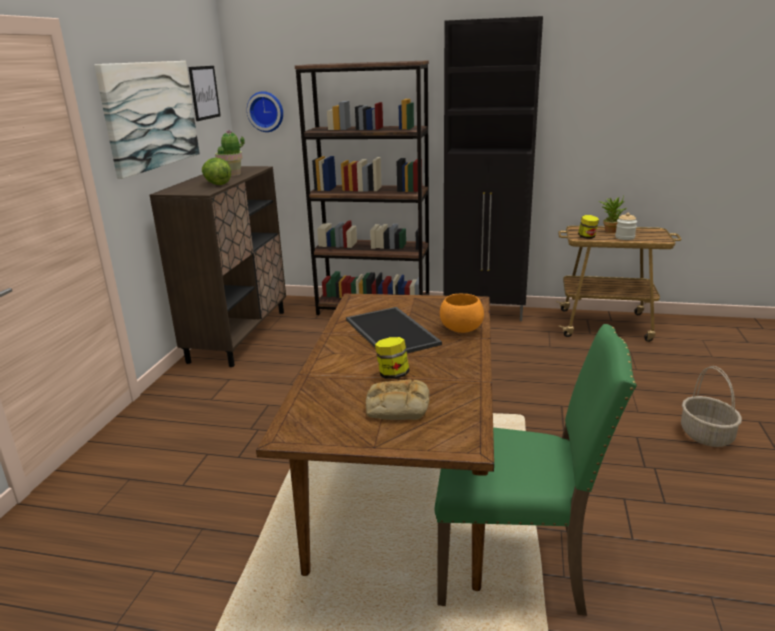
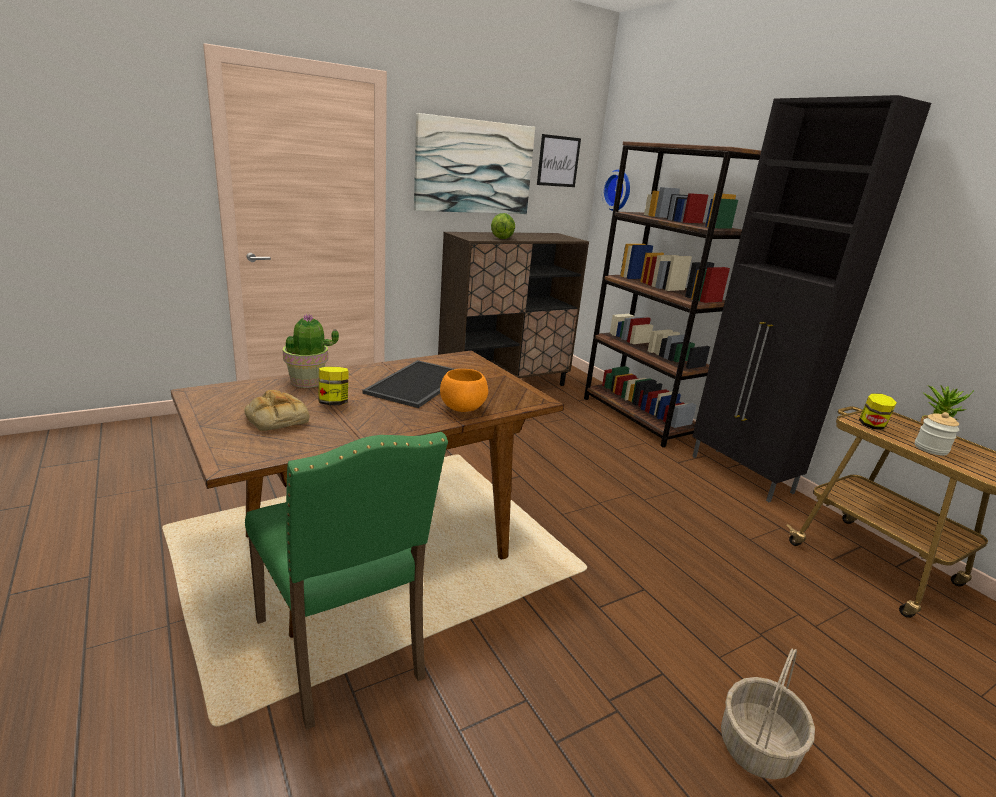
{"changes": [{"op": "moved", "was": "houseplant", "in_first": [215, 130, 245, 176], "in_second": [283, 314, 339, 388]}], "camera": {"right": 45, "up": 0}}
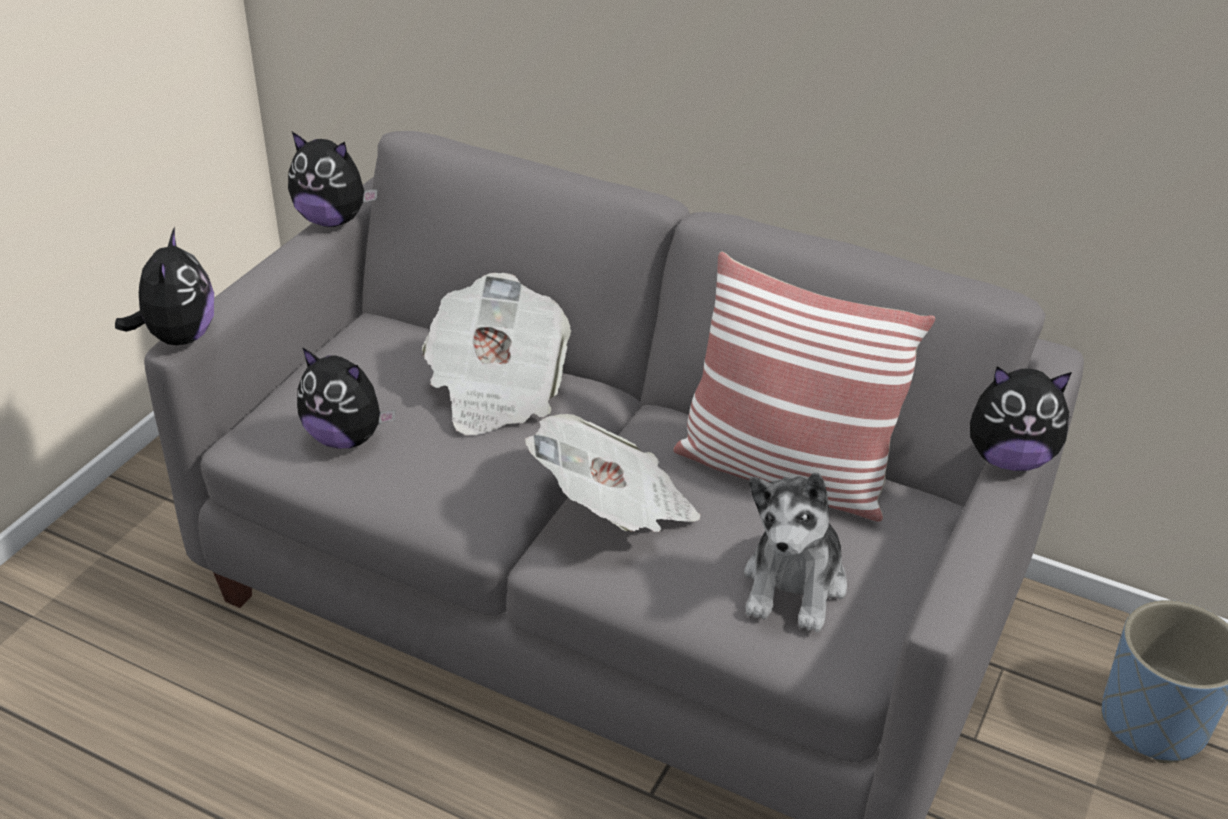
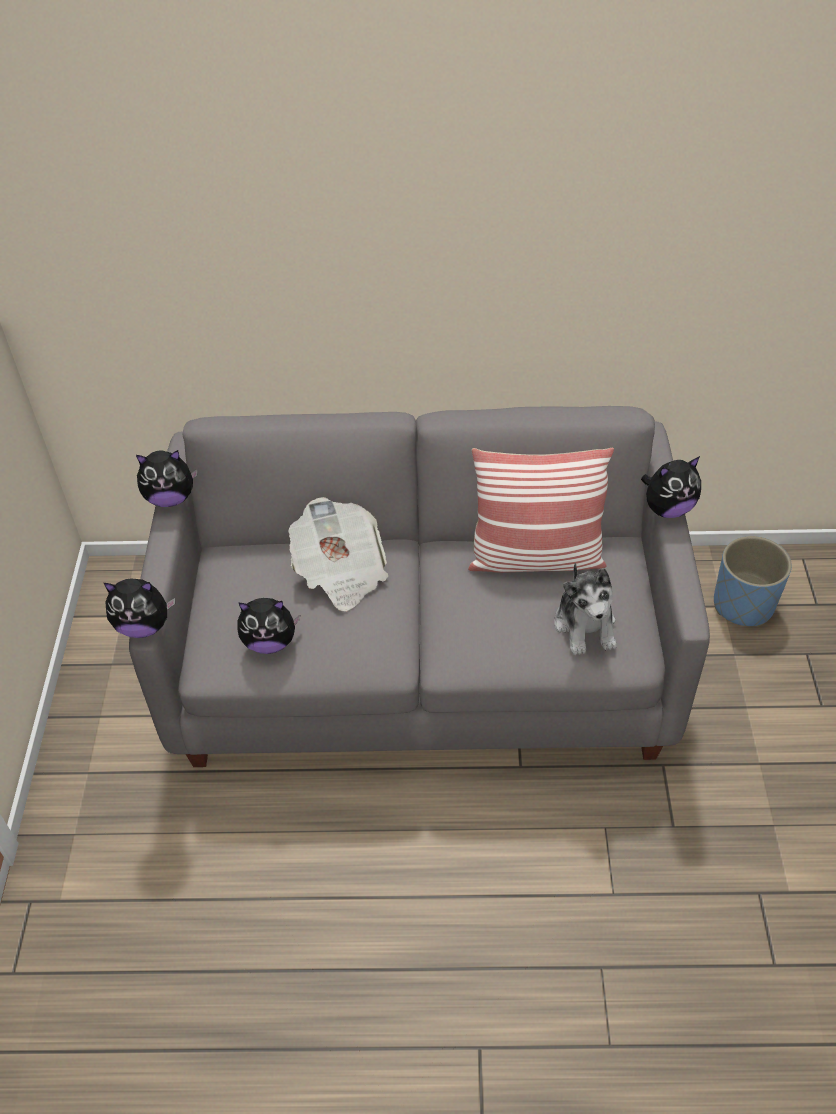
{"changes": [{"op": "turned", "was": "cuddly toy", "in_first": [115, 227, 214, 345], "in_second": [104, 579, 175, 638], "clockwise": 120}, {"op": "removed", "was": "newspaper", "in_first": [525, 414, 700, 532]}], "camera": {"right": -25, "up": 10}}
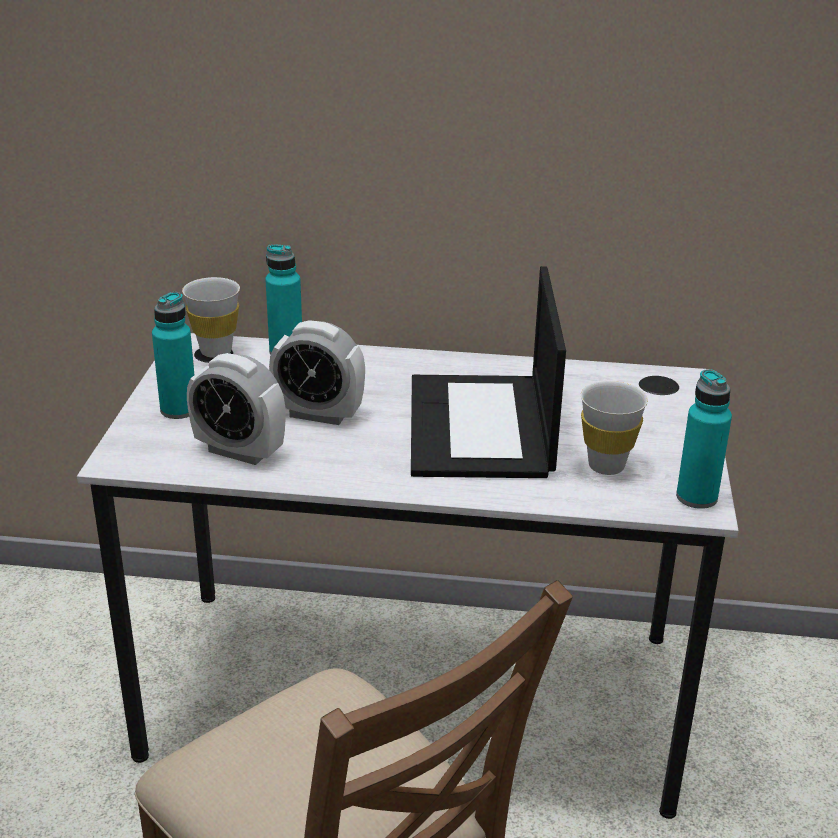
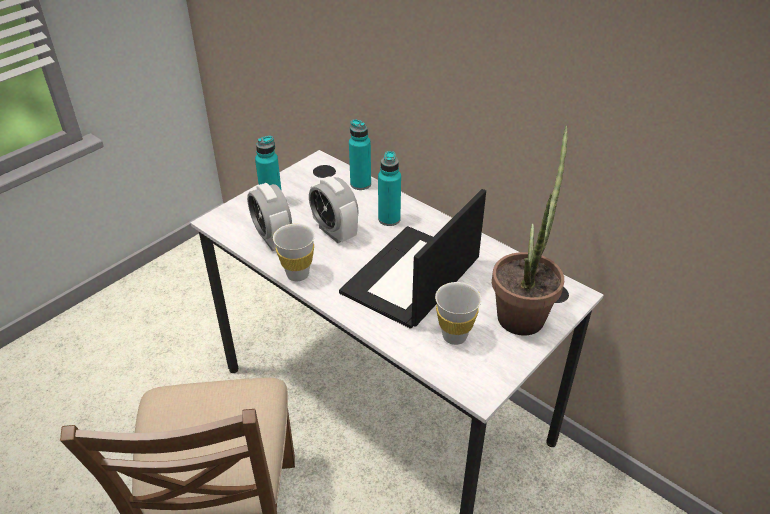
{"changes": [{"op": "moved", "was": "cup (white-coloured)", "in_first": [182, 277, 240, 358], "in_second": [273, 224, 315, 281]}, {"op": "moved", "was": "bottle (turquoise-coloured)", "in_first": [676, 369, 732, 509], "in_second": [378, 151, 401, 226]}, {"op": "added", "now": "houseplant", "in_second": [492, 126, 568, 335]}], "camera": {"right": 35, "up": 10}}
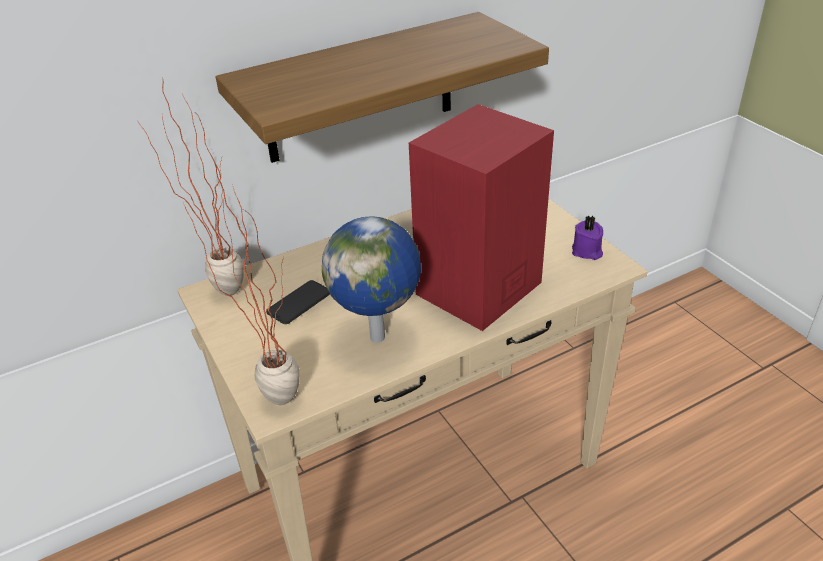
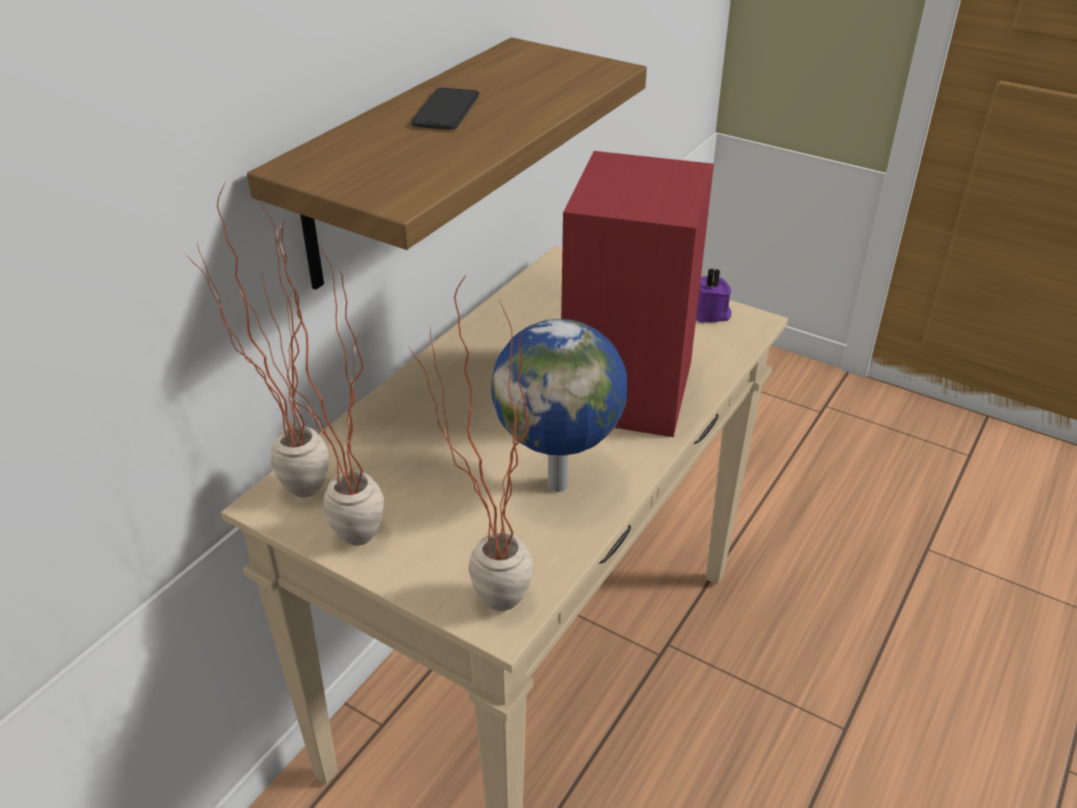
{"changes": [{"op": "moved", "was": "handset", "in_first": [266, 280, 330, 324], "in_second": [411, 88, 479, 130]}, {"op": "added", "now": "houseplant", "in_second": [237, 220, 384, 546]}], "camera": {"right": -30, "up": 0}}
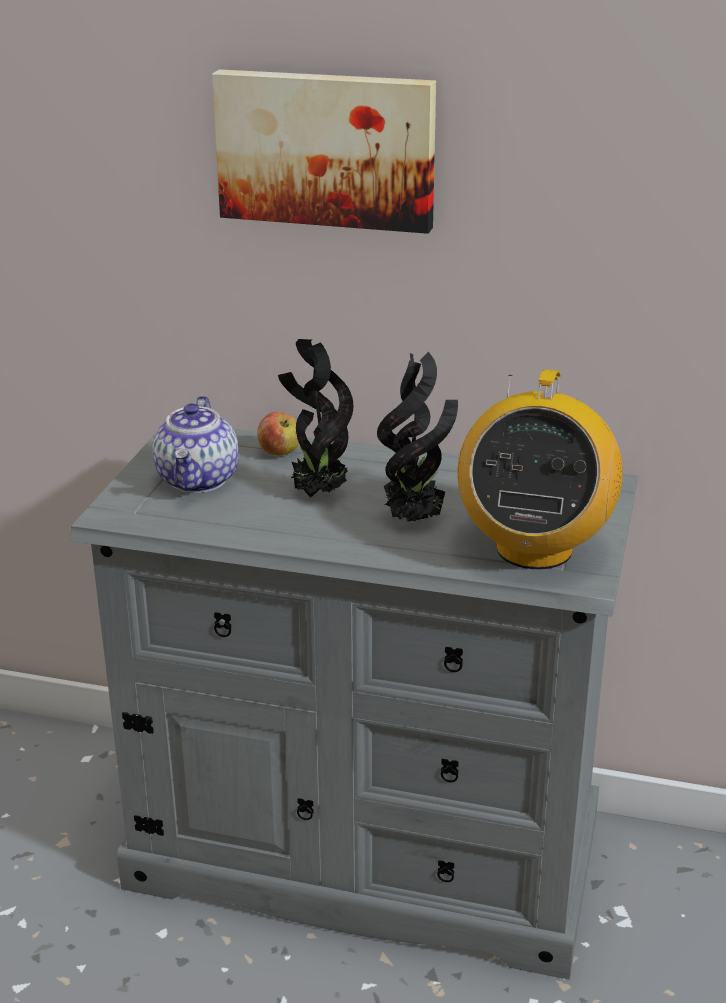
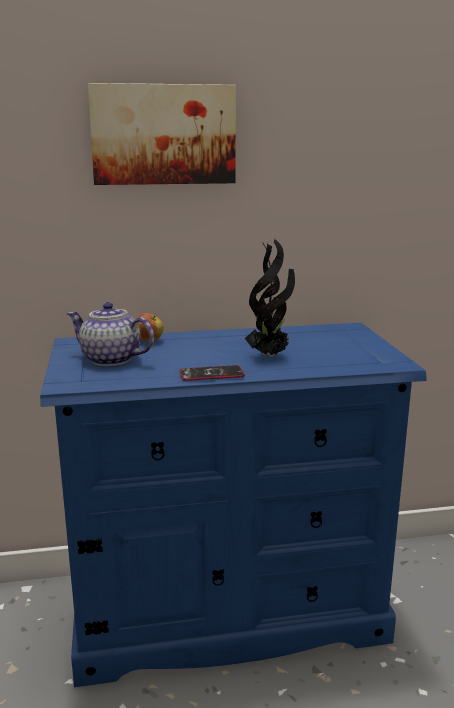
{"changes": [{"op": "removed", "was": "houseplant", "in_first": [278, 339, 353, 498]}, {"op": "removed", "was": "radio receiver", "in_first": [457, 369, 623, 569]}, {"op": "turned", "was": "pot for tea", "in_first": [152, 396, 239, 493], "in_second": [67, 302, 154, 366], "clockwise": 135}, {"op": "recoloured", "was": "dresser (greyish)", "now": "dresser (blue)", "in_first": [70, 429, 638, 980], "in_second": [40, 323, 426, 687]}, {"op": "added", "now": "handset", "in_second": [179, 365, 245, 381]}], "camera": {"right": -25, "up": -10}}
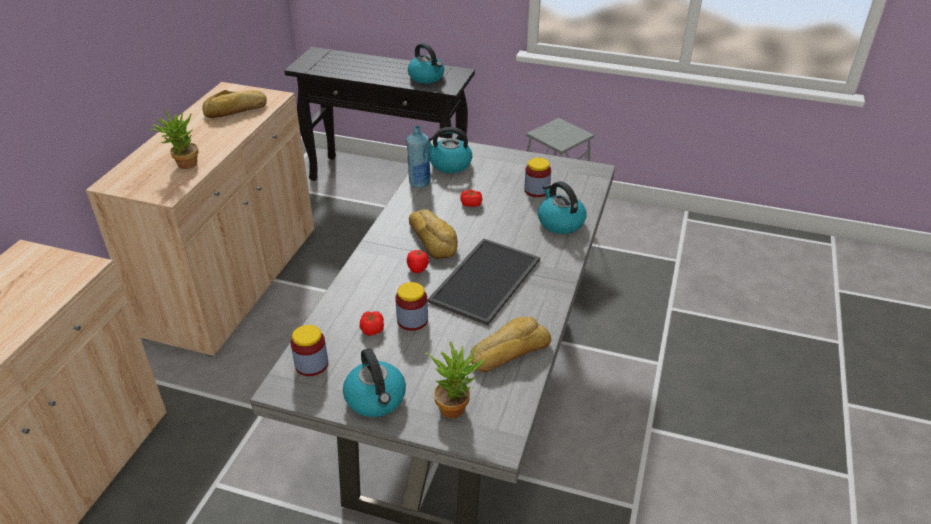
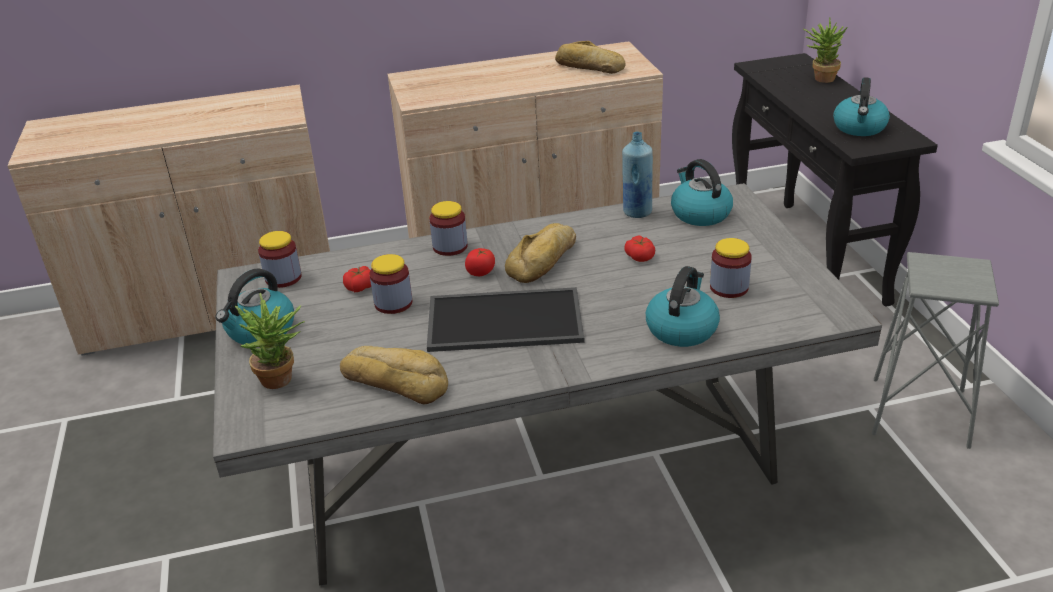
{"changes": [{"op": "moved", "was": "houseplant", "in_first": [149, 109, 198, 169], "in_second": [803, 17, 848, 83]}, {"op": "added", "now": "storage jar", "in_second": [429, 201, 468, 256]}], "camera": {"right": 60, "up": -5}}
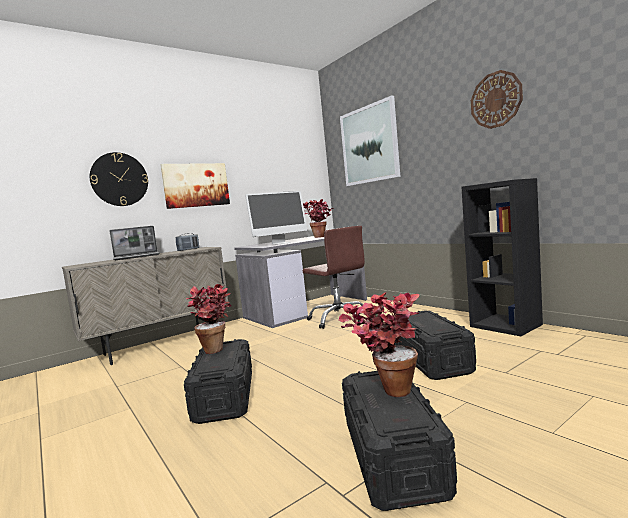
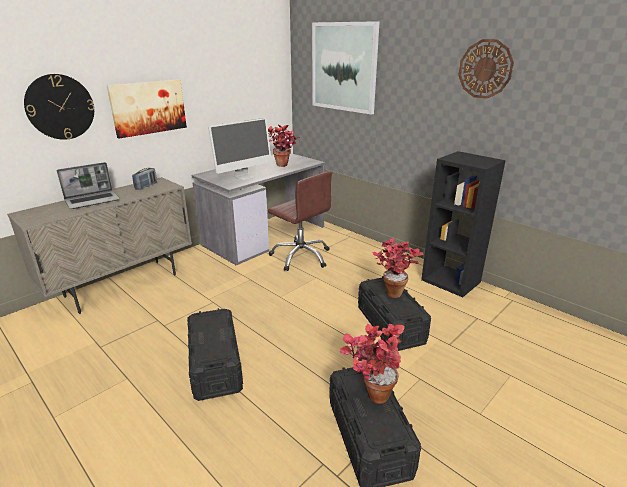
{"changes": [{"op": "moved", "was": "houseplant", "in_first": [186, 284, 231, 354], "in_second": [373, 238, 423, 298]}], "camera": {"right": -10, "up": 20}}
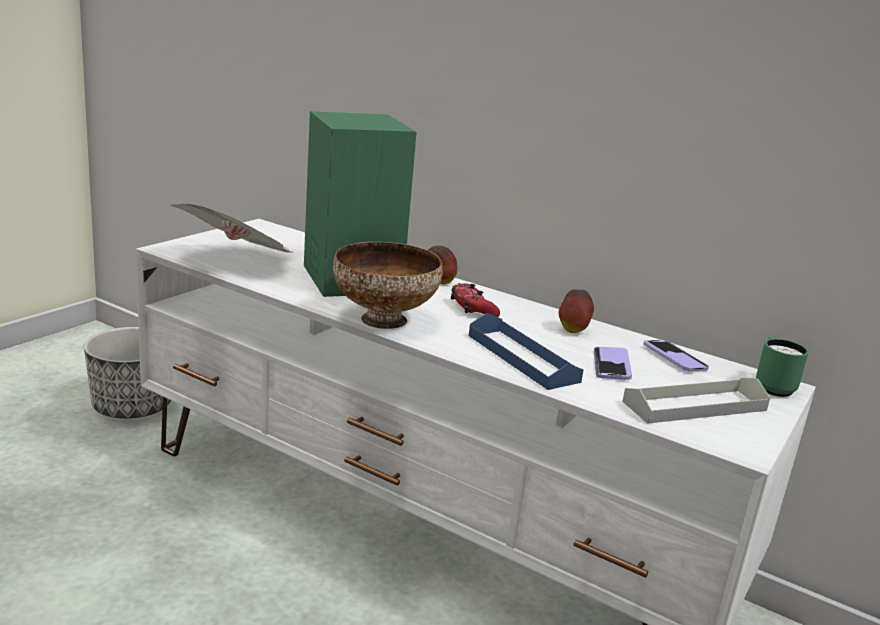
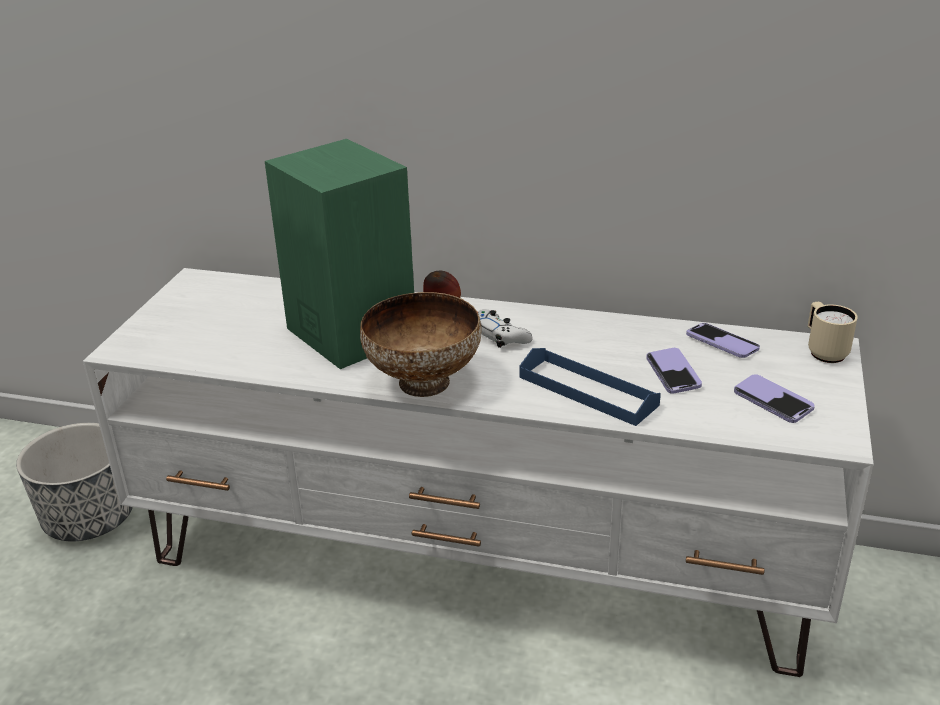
{"changes": [{"op": "removed", "was": "newspaper", "in_first": [170, 203, 291, 253]}, {"op": "recoloured", "was": "joypad (red)", "now": "joypad (white-coloured)", "in_first": [451, 283, 500, 317], "in_second": [478, 309, 532, 348]}, {"op": "removed", "was": "apple", "in_first": [559, 289, 594, 333]}, {"op": "recoloured", "was": "mug (green-coloured)", "now": "mug (beige-coloured)", "in_first": [756, 336, 809, 397], "in_second": [808, 302, 858, 363]}, {"op": "replaced", "was": "serving tray (greyish)", "now": "handset", "in_first": [622, 378, 770, 424], "in_second": [734, 374, 815, 423]}], "camera": {"right": -15, "up": 10}}
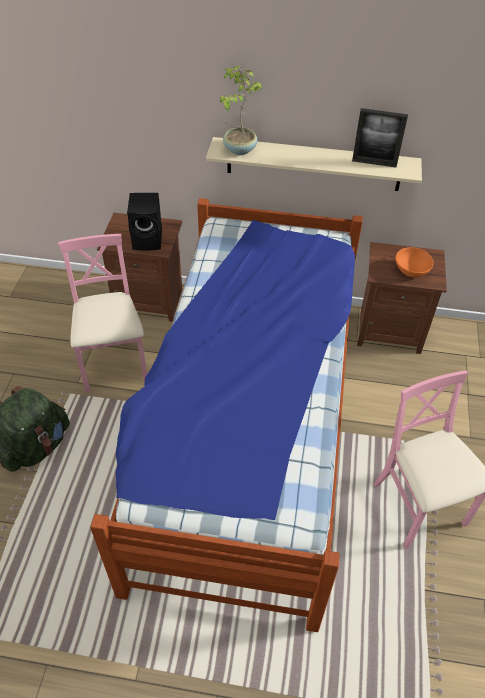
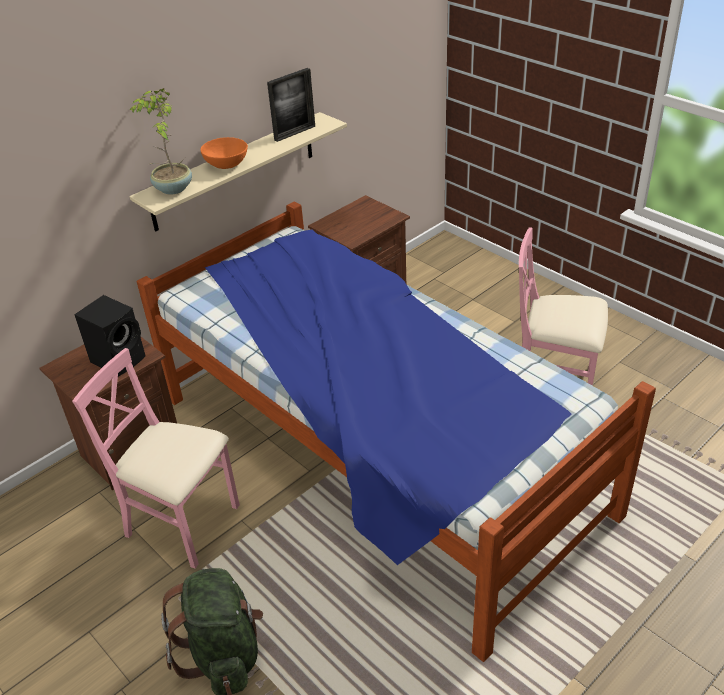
{"changes": [{"op": "moved", "was": "serving bowl (orangey)", "in_first": [395, 247, 433, 277], "in_second": [200, 137, 248, 169]}], "camera": {"right": -50, "up": -10}}
